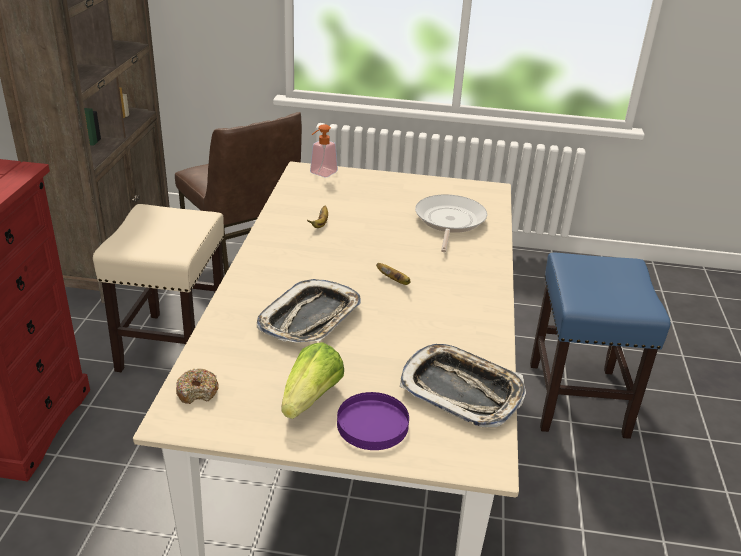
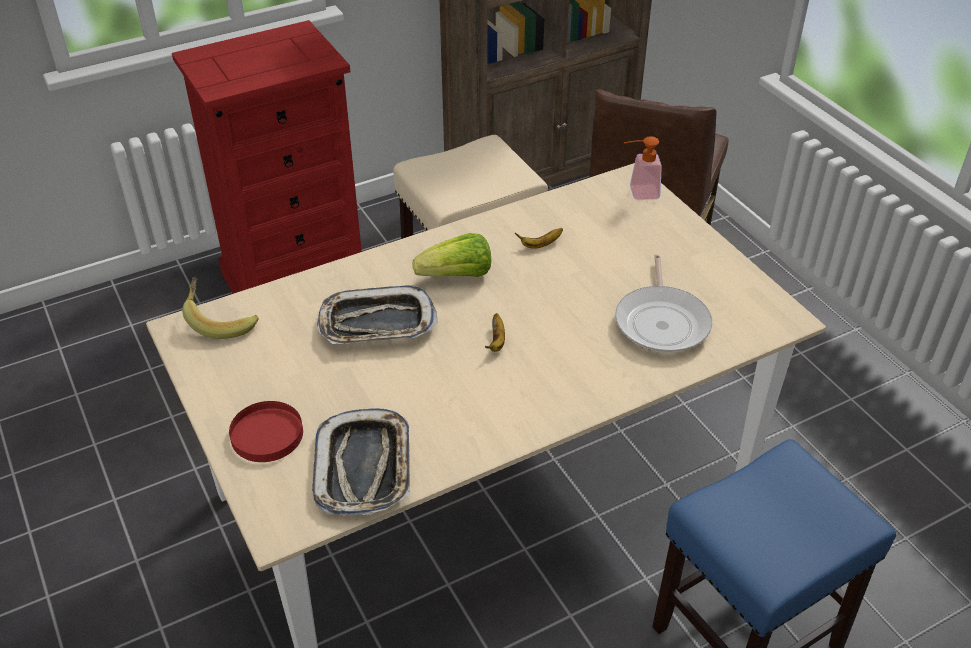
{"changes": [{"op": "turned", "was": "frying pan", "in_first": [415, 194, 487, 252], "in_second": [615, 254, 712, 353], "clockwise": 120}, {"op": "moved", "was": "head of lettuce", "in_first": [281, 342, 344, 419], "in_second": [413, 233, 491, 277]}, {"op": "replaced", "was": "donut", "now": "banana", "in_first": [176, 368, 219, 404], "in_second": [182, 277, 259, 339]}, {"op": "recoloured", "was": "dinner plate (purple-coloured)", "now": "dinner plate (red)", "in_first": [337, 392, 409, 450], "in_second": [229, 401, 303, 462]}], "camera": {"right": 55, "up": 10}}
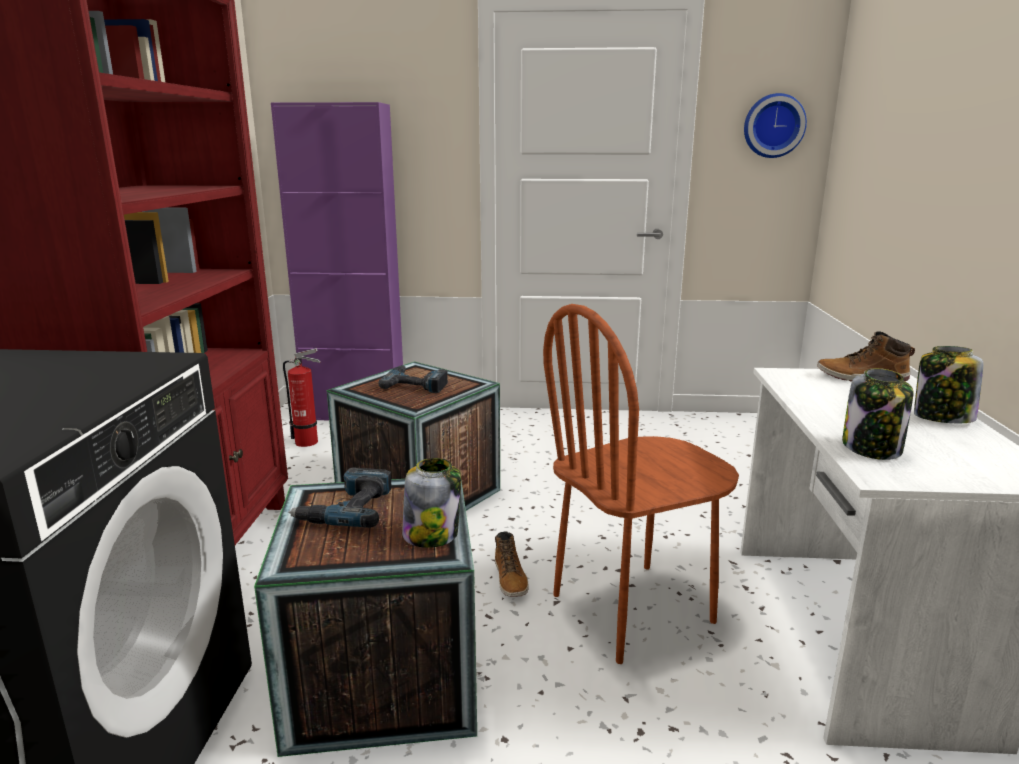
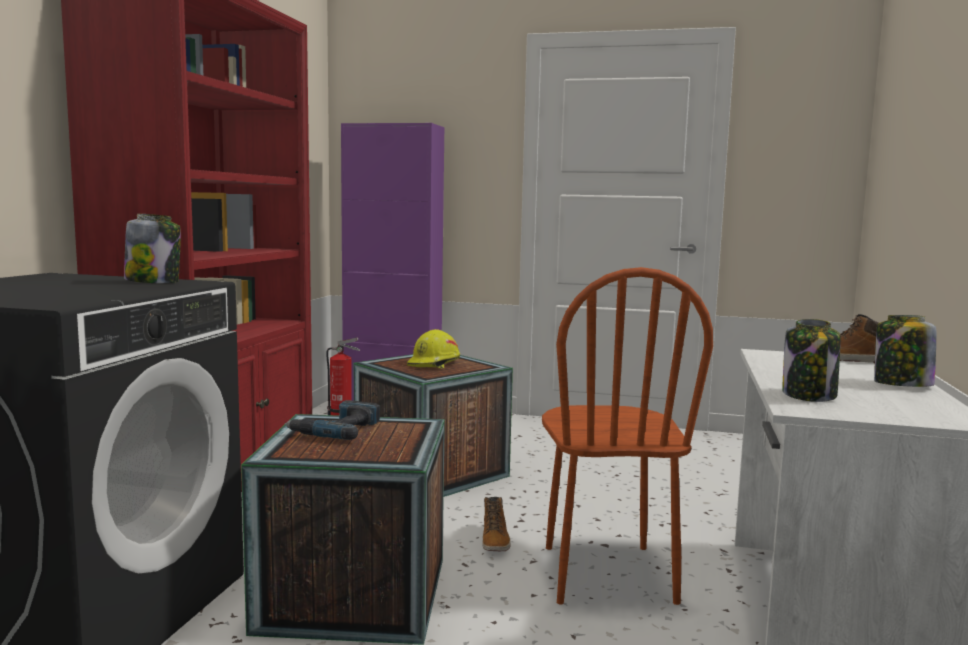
{"changes": [{"op": "removed", "was": "wall clock", "in_first": [744, 93, 807, 158]}, {"op": "turned", "was": "upright chair (brownish)", "in_first": [543, 304, 739, 664], "in_second": [542, 267, 713, 605], "clockwise": -75}, {"op": "replaced", "was": "drill", "now": "work helmet (yellow)", "in_first": [378, 365, 448, 393], "in_second": [407, 329, 460, 369]}, {"op": "moved", "was": "storage jar", "in_first": [402, 458, 461, 548], "in_second": [124, 214, 181, 283]}], "camera": {"right": 10, "up": -10}}
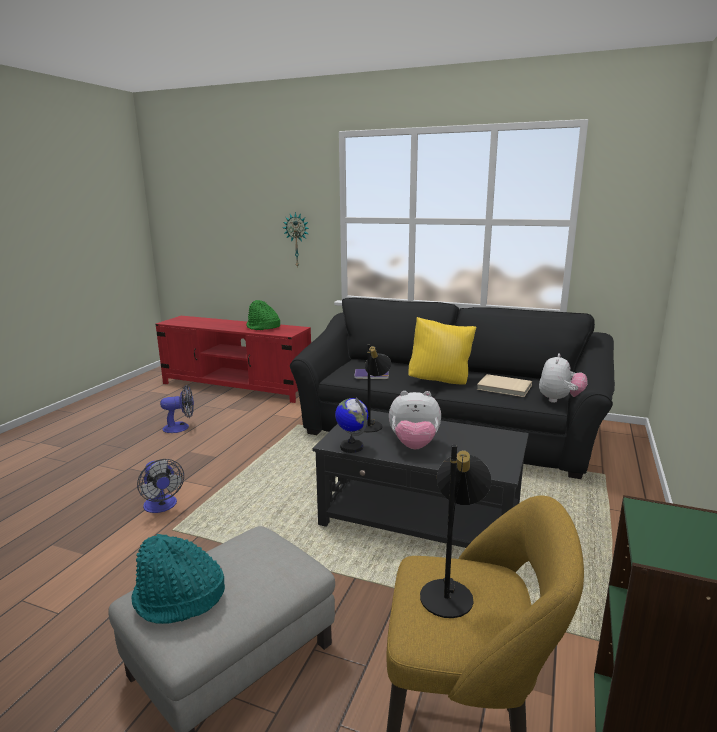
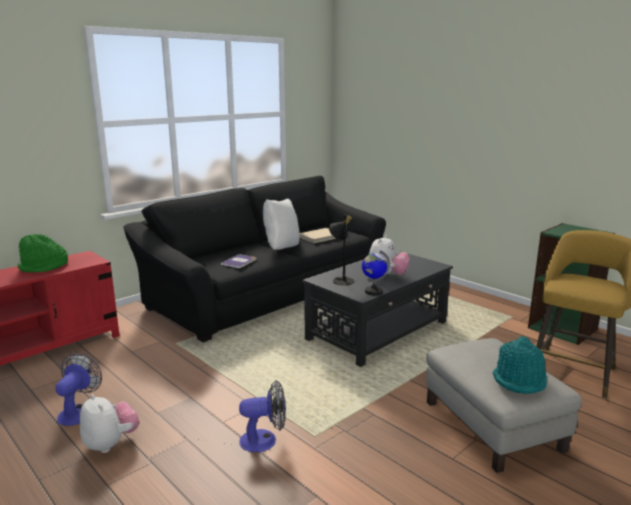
{"changes": [{"op": "removed", "was": "wall clock", "in_first": [283, 212, 309, 268]}, {"op": "recoloured", "was": "throw pillow (yellow)", "now": "throw pillow (white-coloured)", "in_first": [408, 317, 476, 385], "in_second": [263, 199, 300, 250]}, {"op": "moved", "was": "cuddly toy", "in_first": [539, 353, 588, 403], "in_second": [80, 394, 140, 453]}, {"op": "removed", "was": "lamp for a table (black)", "in_first": [420, 445, 491, 618]}], "camera": {"right": -65, "up": 0}}
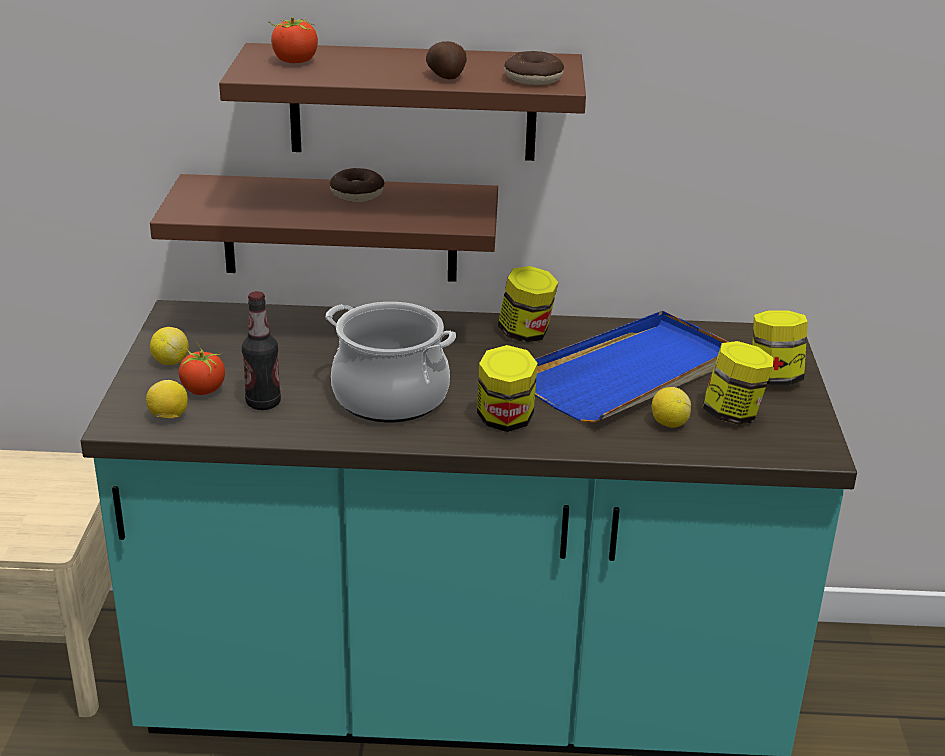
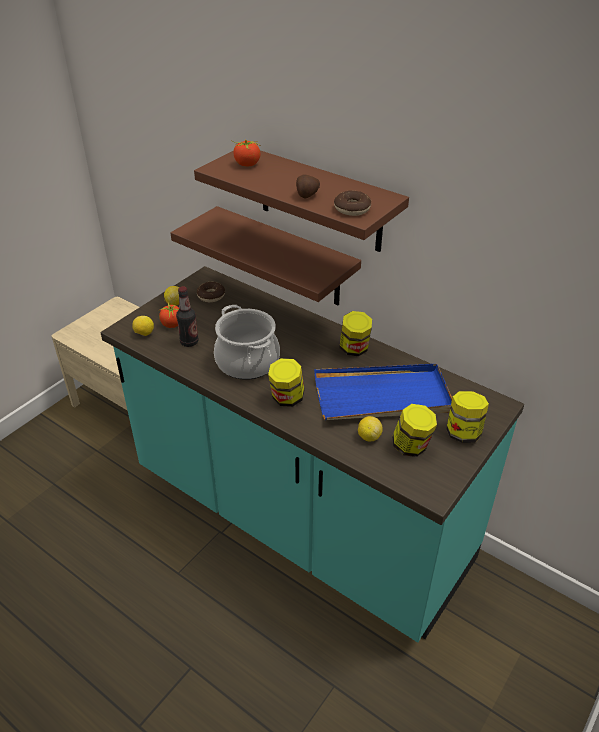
{"changes": [{"op": "moved", "was": "donut", "in_first": [329, 168, 385, 202], "in_second": [197, 282, 225, 302]}], "camera": {"right": 35, "up": 10}}
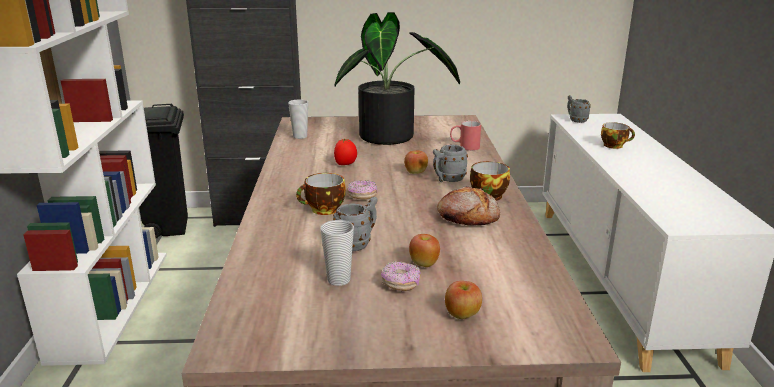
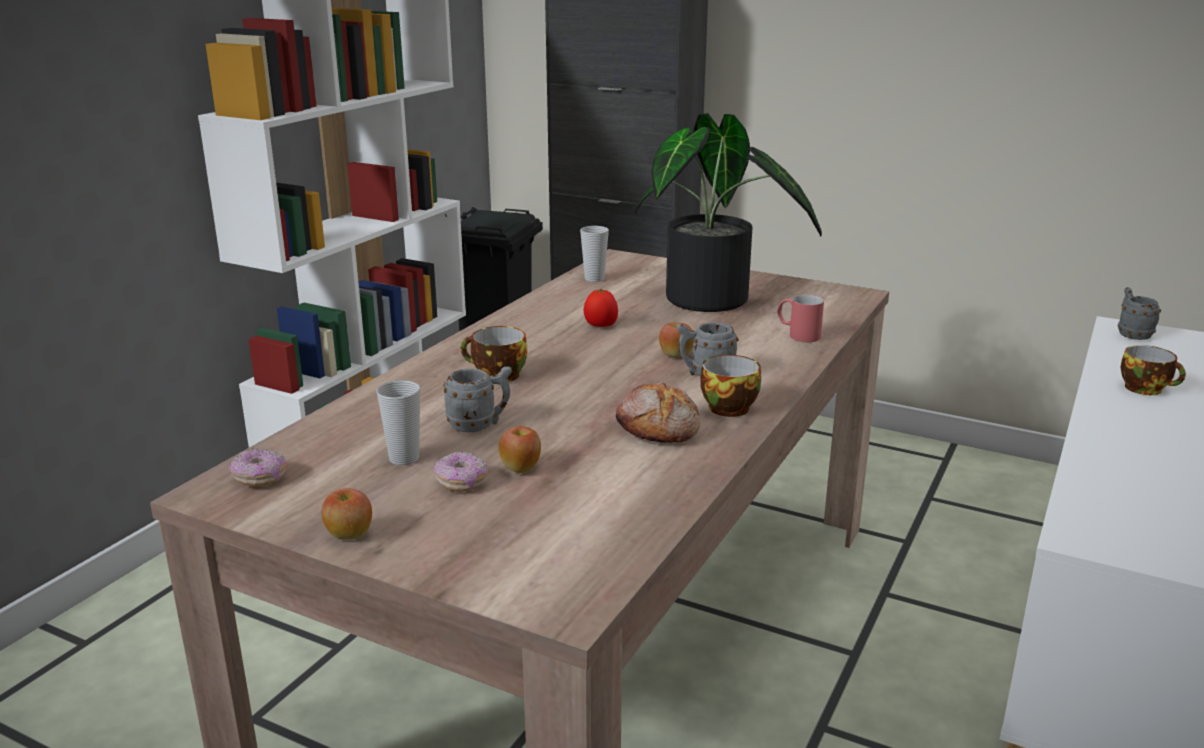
{"changes": [{"op": "moved", "was": "donut", "in_first": [347, 180, 377, 200], "in_second": [229, 448, 286, 487]}, {"op": "moved", "was": "apple", "in_first": [445, 281, 482, 319], "in_second": [322, 488, 372, 540]}], "camera": {"right": 30, "up": 0}}
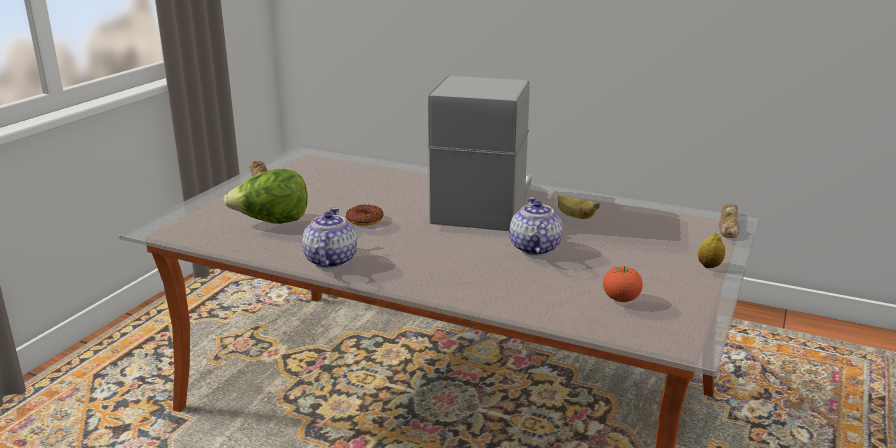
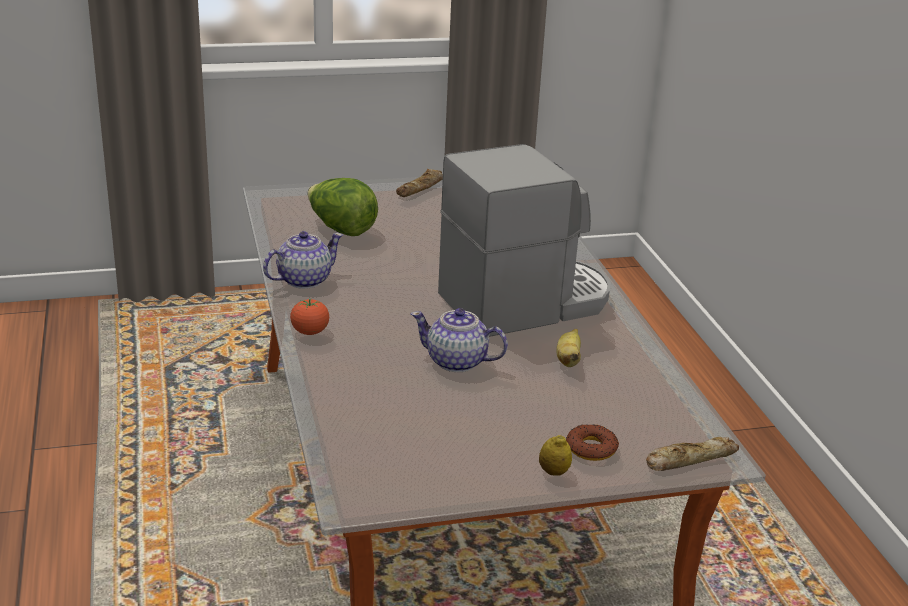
{"changes": [{"op": "turned", "was": "pot for tea", "in_first": [510, 197, 563, 256], "in_second": [411, 308, 508, 372], "clockwise": -120}, {"op": "moved", "was": "donut", "in_first": [346, 205, 384, 226], "in_second": [566, 424, 619, 461]}, {"op": "moved", "was": "tomato", "in_first": [603, 266, 643, 302], "in_second": [290, 298, 329, 335]}], "camera": {"right": 50, "up": 5}}
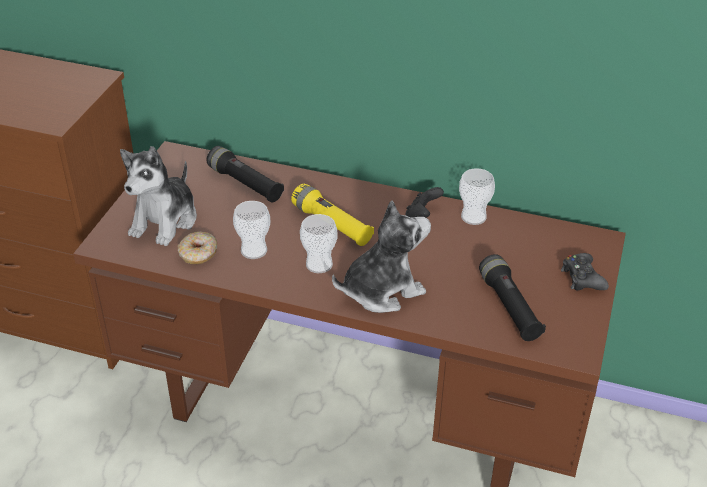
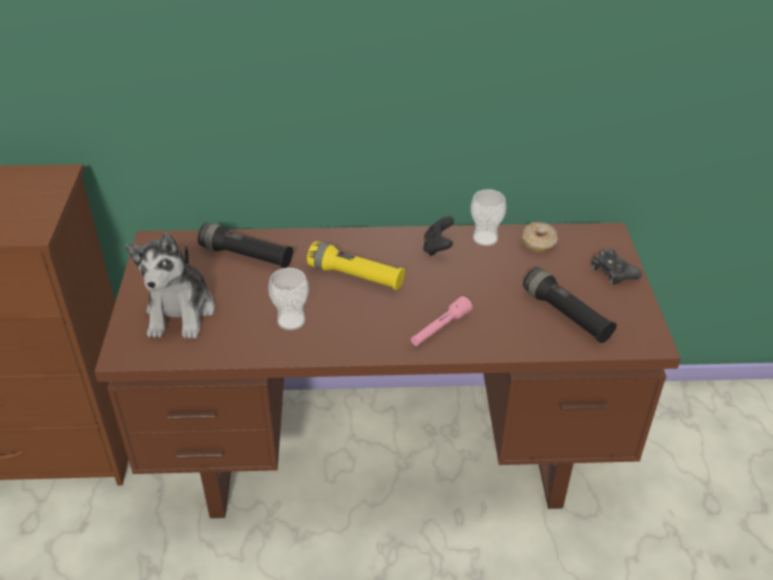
{"changes": [{"op": "replaced", "was": "cuddly toy", "now": "hand torch (pink)", "in_first": [332, 200, 431, 313], "in_second": [411, 296, 472, 346]}, {"op": "removed", "was": "cup", "in_first": [300, 214, 337, 273]}, {"op": "moved", "was": "donut", "in_first": [178, 232, 218, 264], "in_second": [522, 222, 558, 252]}], "camera": {"right": -20, "up": 0}}
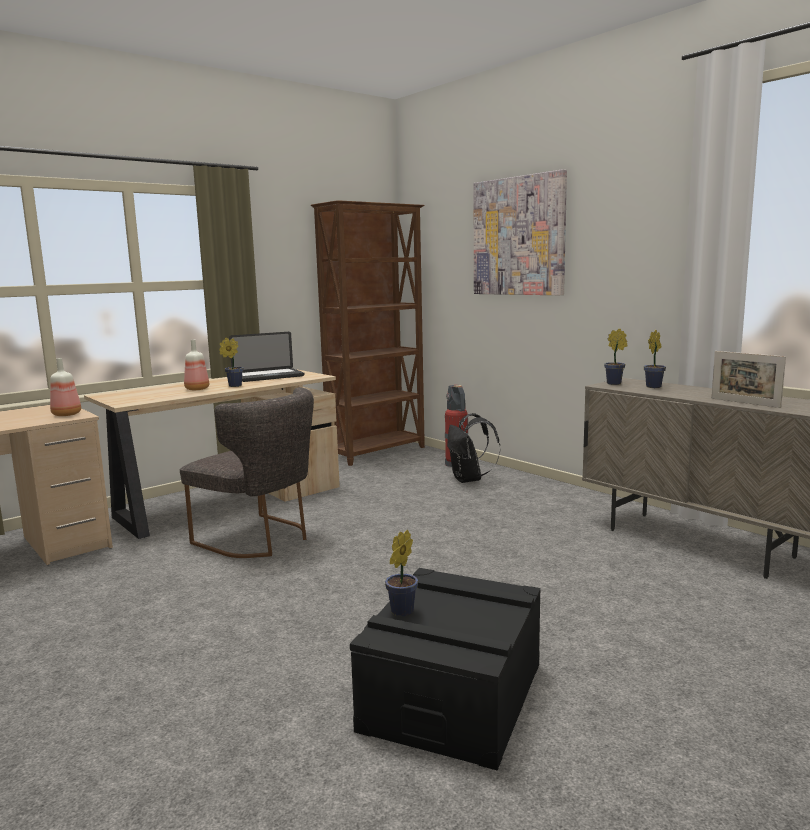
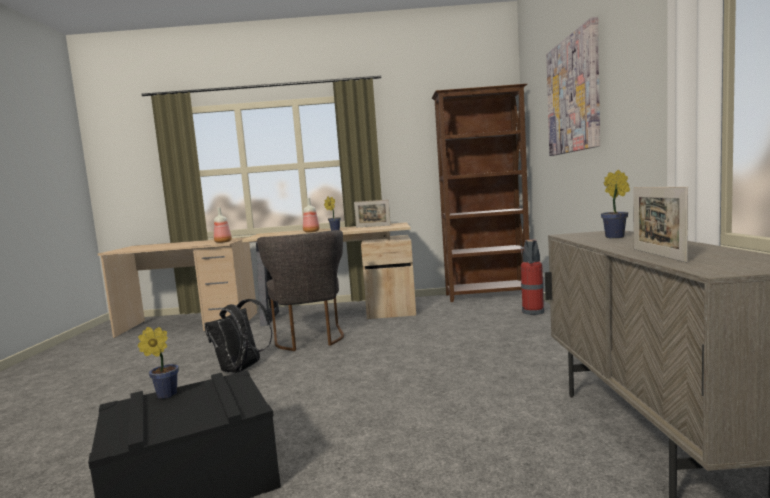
{"changes": [{"op": "removed", "was": "houseplant", "in_first": [604, 328, 627, 385]}, {"op": "replaced", "was": "laptop", "now": "photo frame", "in_first": [229, 332, 304, 382], "in_second": [354, 200, 391, 228]}, {"op": "moved", "was": "knapsack (black)", "in_first": [447, 413, 500, 483], "in_second": [204, 299, 272, 373]}], "camera": {"right": 40, "up": -5}}
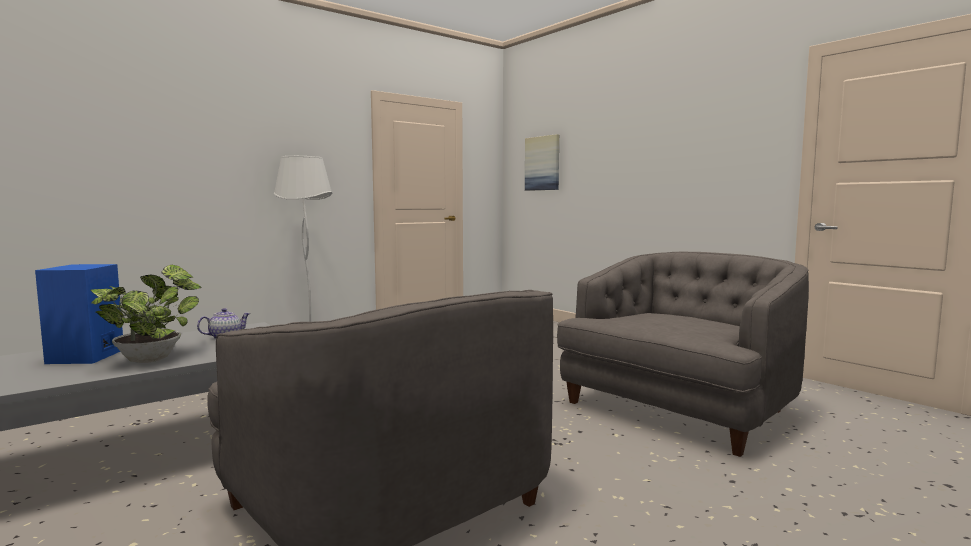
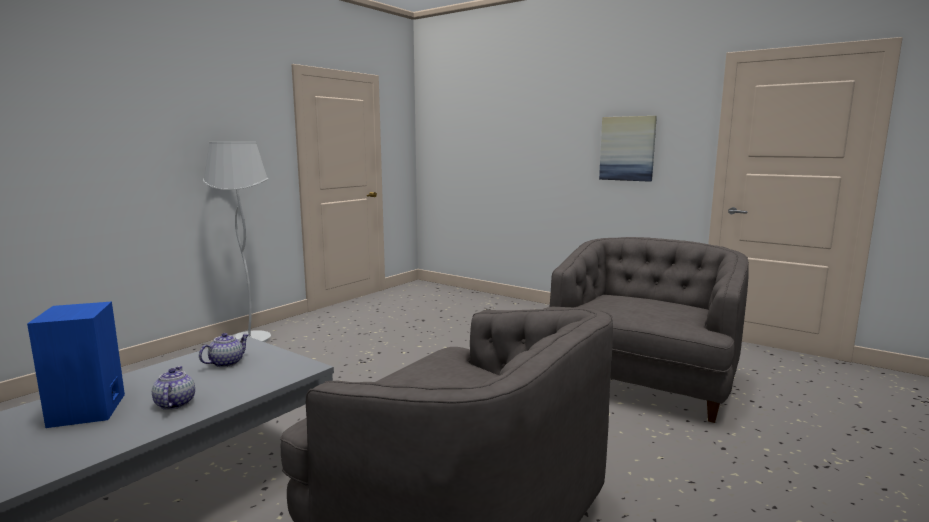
{"changes": [{"op": "moved", "was": "picture", "in_first": [525, 134, 559, 191], "in_second": [599, 116, 657, 182]}, {"op": "replaced", "was": "houseplant", "now": "pot for tea", "in_first": [91, 265, 201, 363], "in_second": [152, 366, 195, 410]}], "camera": {"right": -15, "up": 5}}
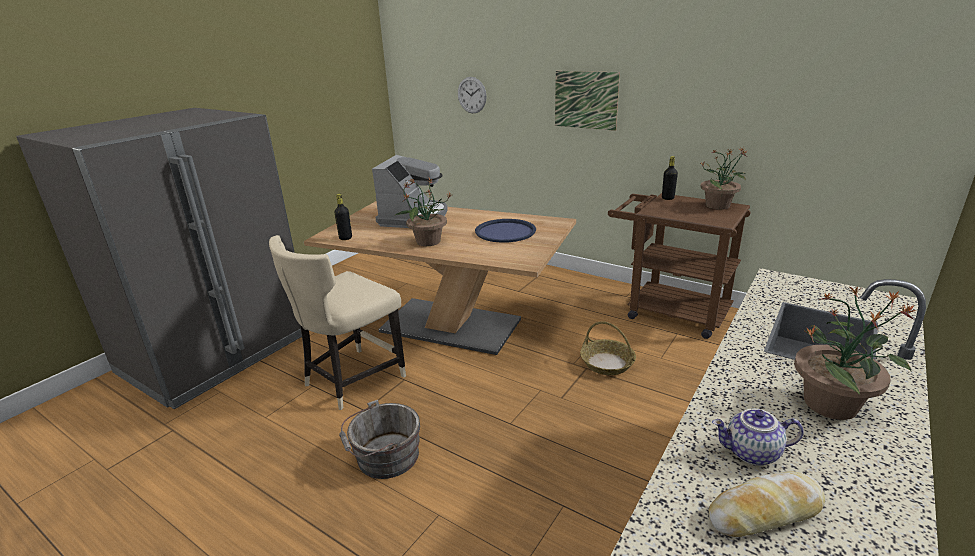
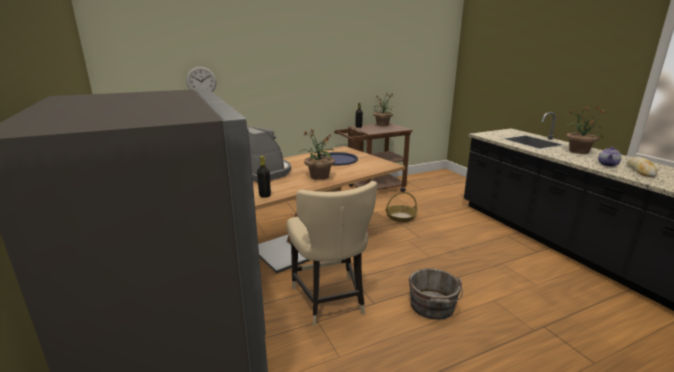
{"changes": [{"op": "removed", "was": "picture", "in_first": [555, 71, 620, 131]}], "camera": {"right": -60, "up": -5}}
